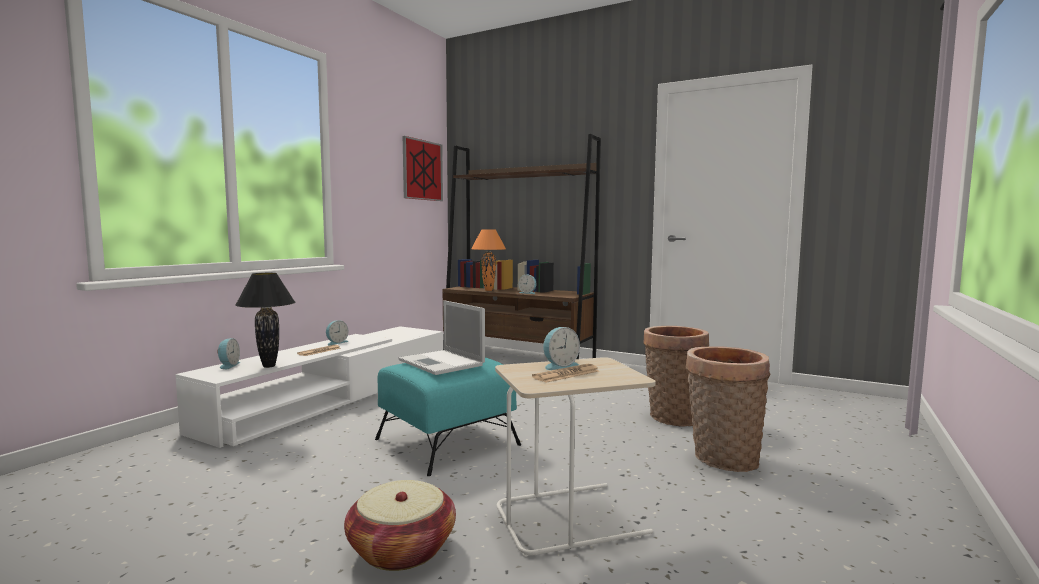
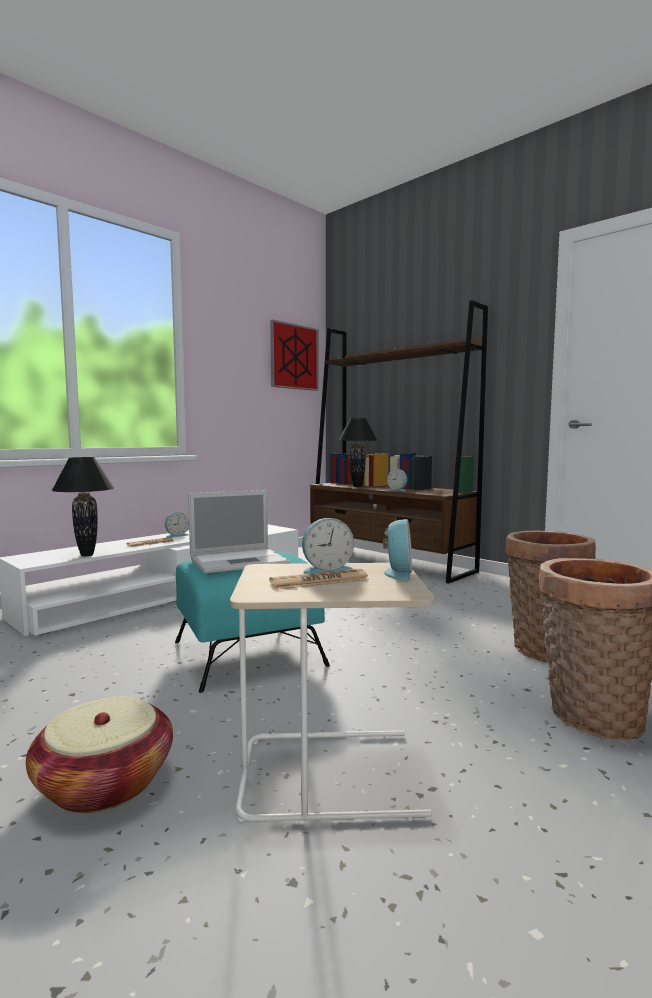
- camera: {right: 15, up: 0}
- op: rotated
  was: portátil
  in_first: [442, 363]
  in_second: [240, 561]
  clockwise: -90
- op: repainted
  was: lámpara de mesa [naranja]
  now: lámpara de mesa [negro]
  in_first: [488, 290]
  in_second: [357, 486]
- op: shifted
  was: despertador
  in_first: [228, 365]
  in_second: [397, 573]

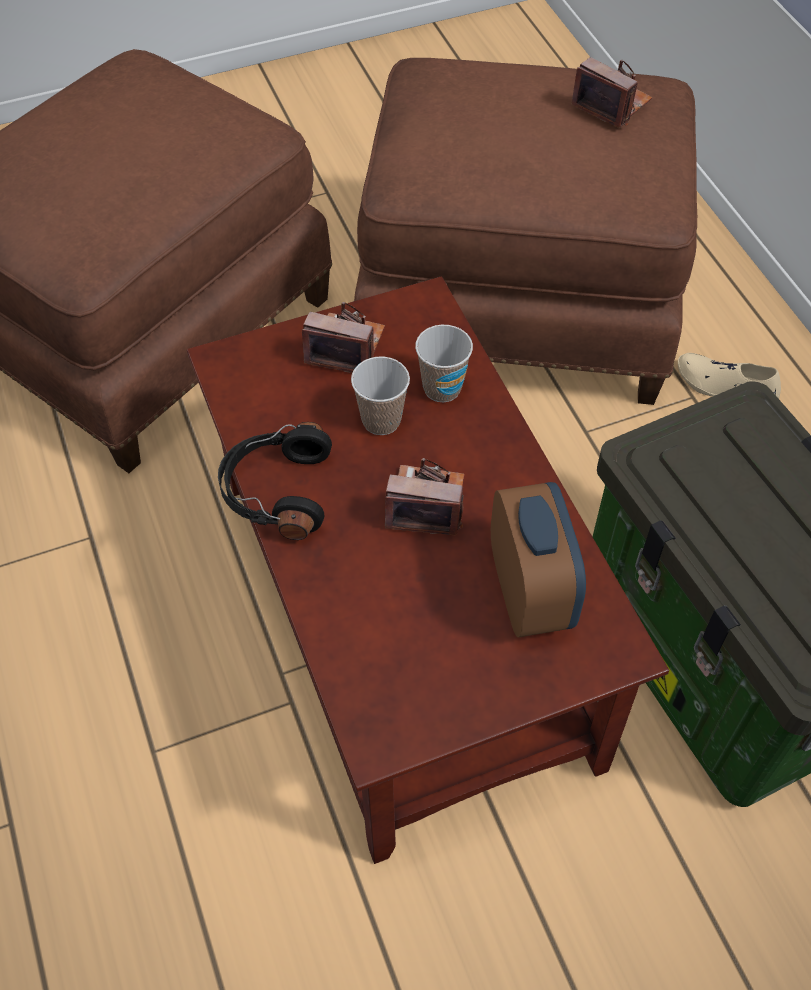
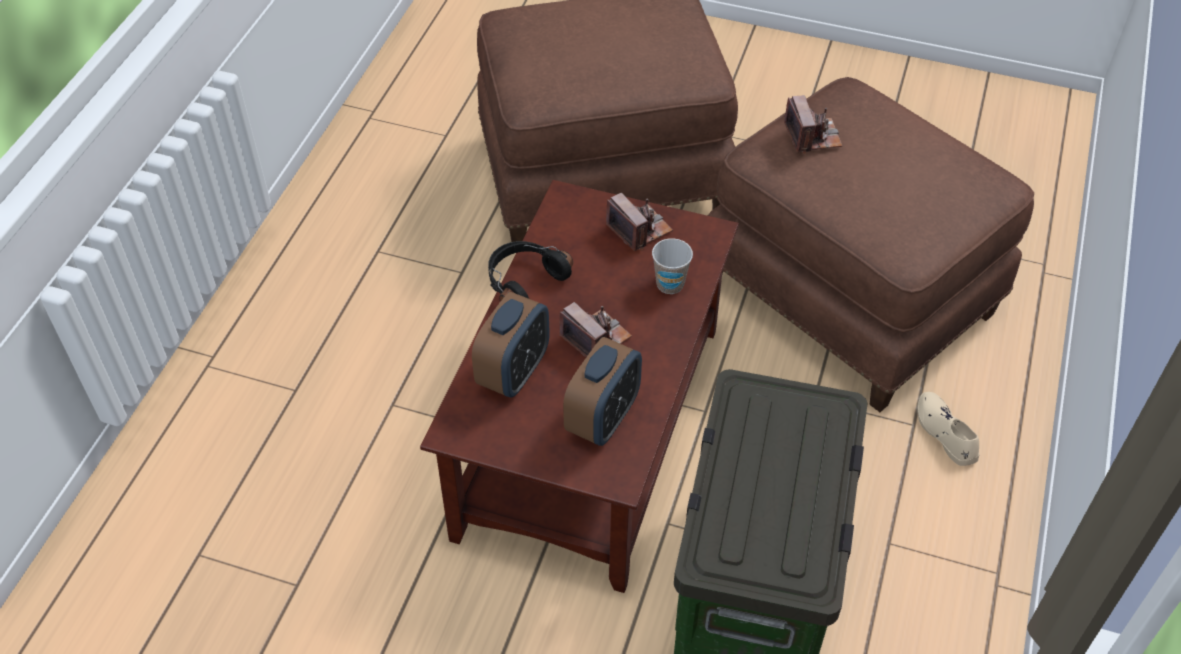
- camera: {right: 40, up: -5}
- op: new
  now: despertador
  in_second: [514, 372]
- op: shifted
  was: cámara
  in_first: [611, 104]
  in_second: [812, 136]
- op: gone
  was: taza
  in_first: [381, 420]

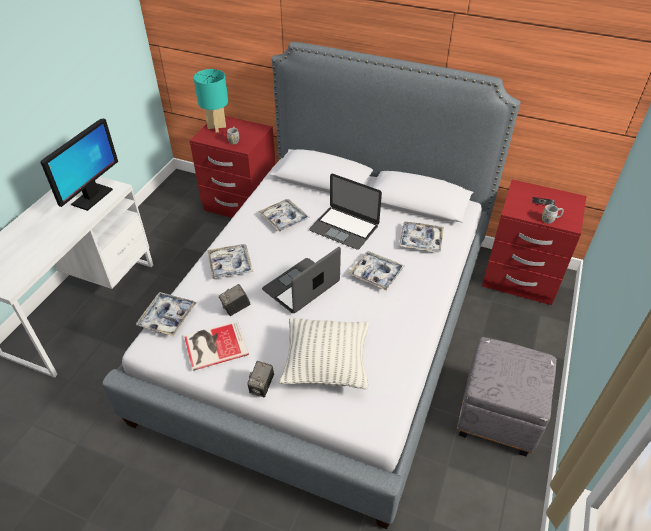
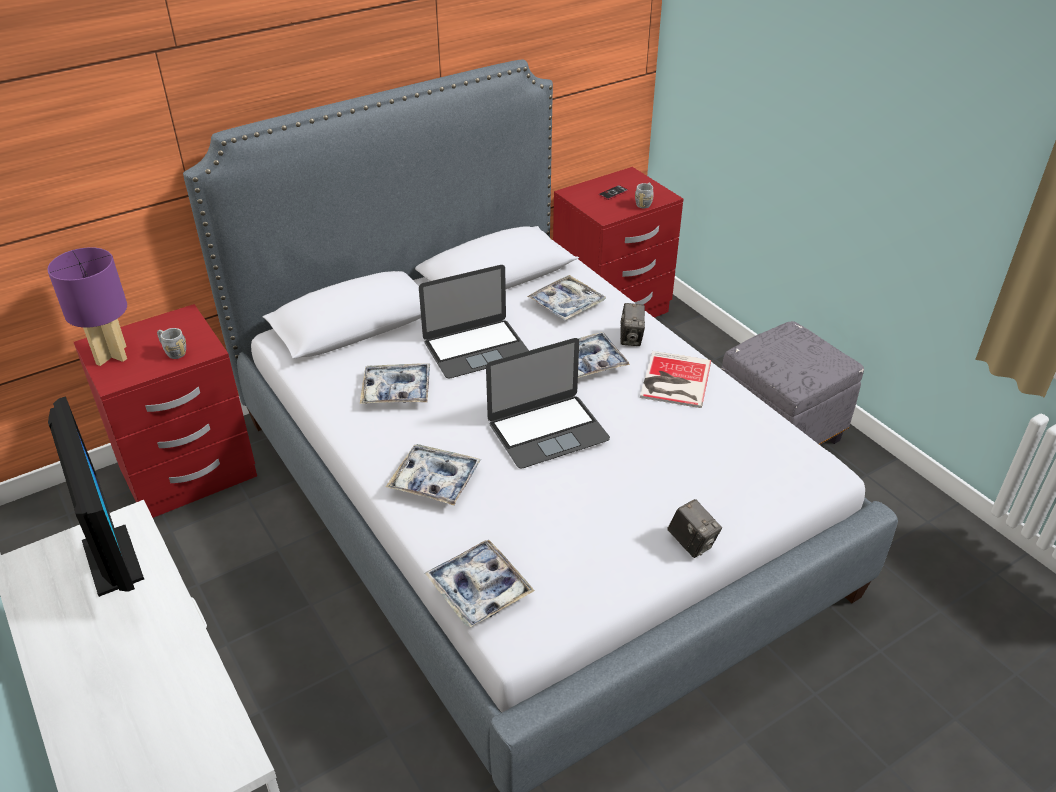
- camera: {right: -55, up: -5}
- op: repainted
  was: lámpara de mesa [turquesa]
  now: lámpara de mesa [morado]
  in_first: [216, 127]
  in_second: [110, 355]
- op: rotated
  was: portátil
  in_first: [301, 286]
  in_second: [548, 431]
  clockwise: -105
- op: shifted
  was: cámara
  in_first: [236, 308]
  in_second: [631, 338]
- op: shifted
  was: libro
  in_first: [214, 345]
  in_second: [673, 380]
- op: gone
  was: cojín
  in_first: [326, 365]

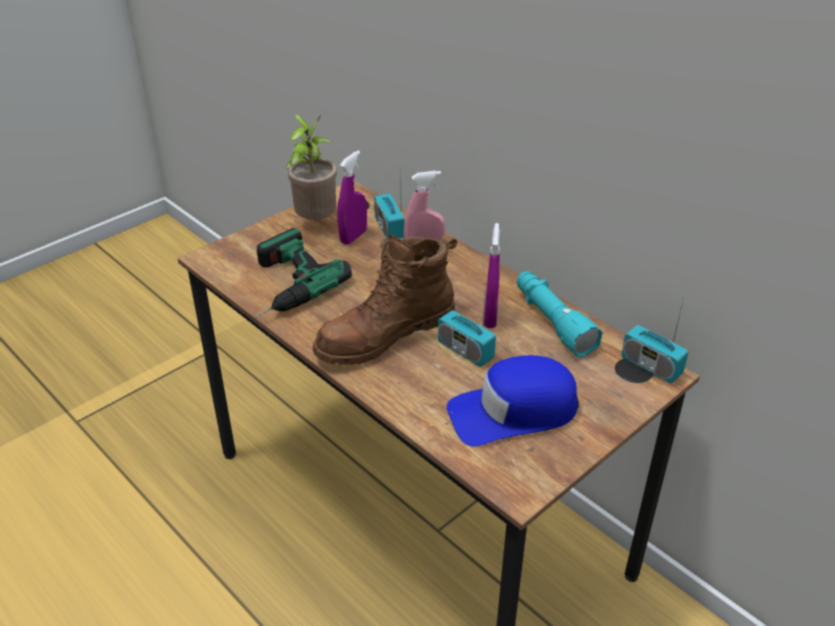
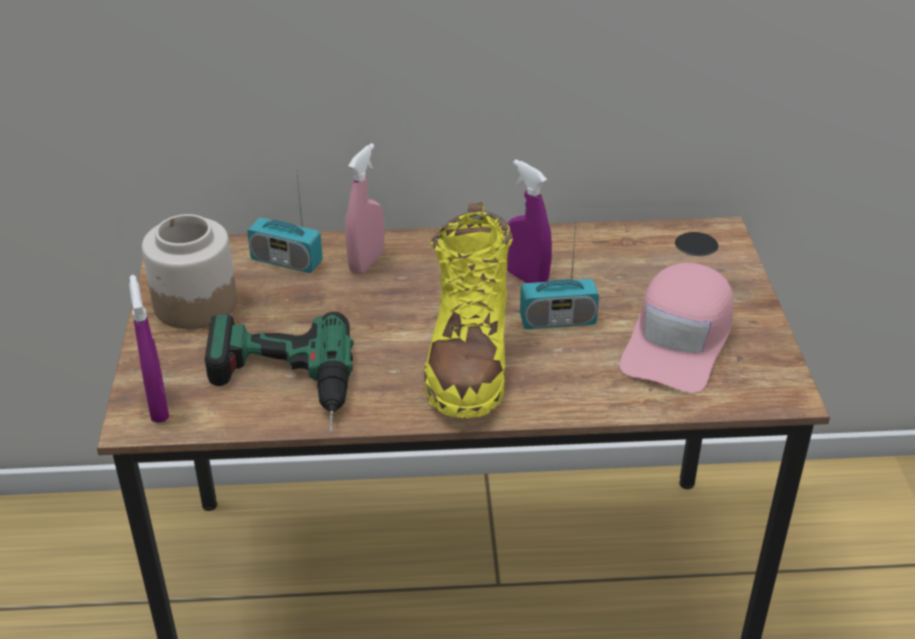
- camera: {right: -50, up: 0}
- op: shifted
  was: pulverizador [morado]
  in_first: [353, 237]
  in_second: [158, 406]
- op: swapped
  was: planta en maceta
  now: tarro
  in_first: [315, 222]
  in_second: [195, 303]
- op: repainted
  was: bota [marrón]
  now: bota [amarillo]
  in_first: [385, 335]
  in_second: [469, 358]
- op: repainted
  was: gorra [azul]
  now: gorra [rosa]
  in_first: [513, 412]
  in_second: [679, 340]
- op: gone
  was: linterna [turquesa]
  in_first: [552, 322]
- op: gone
  was: radio
  in_first: [651, 366]

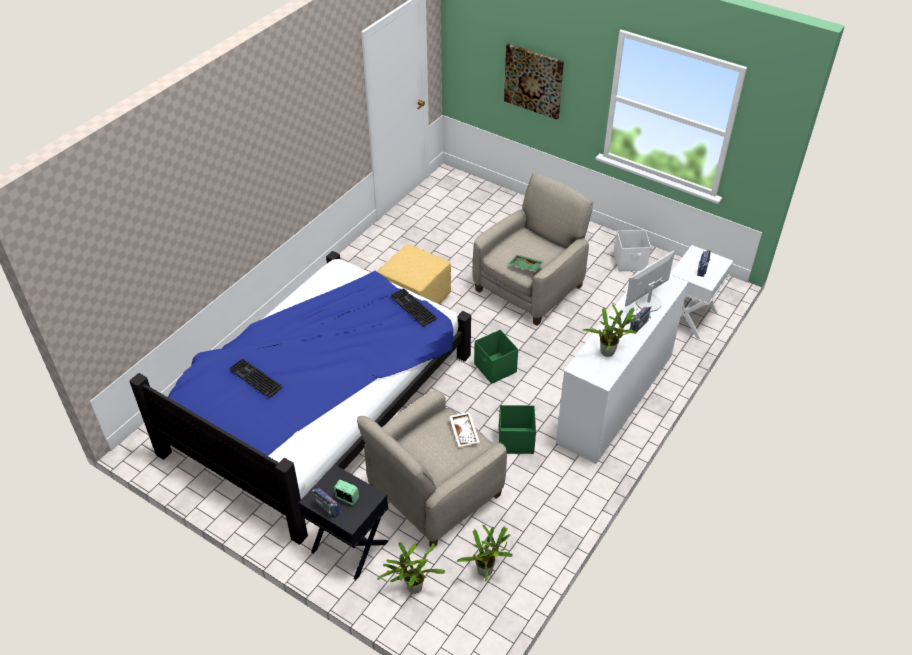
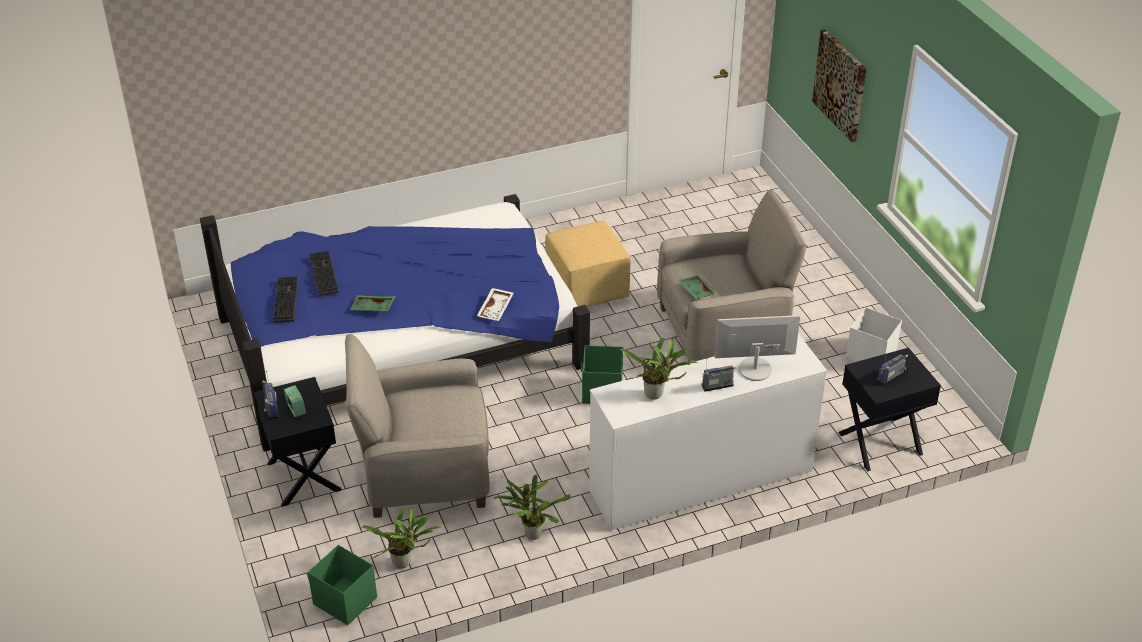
- camera: {right: 35, up: -5}
- op: shifted
  was: teclado
  in_first: [412, 308]
  in_second: [284, 300]
- op: shifted
  was: caja de almacenaje [verde]
  in_first: [515, 440]
  in_second: [345, 600]
- op: new
  now: bandeja [verde]
  in_second: [372, 308]
- op: shifted
  was: bandeja [blanco]
  in_first: [465, 432]
  in_second: [496, 309]
- op: shifted
  was: planta en maceta
  in_first: [412, 587]
  in_second: [531, 533]
- op: repainted
  was: mesita de noche [blanco]
  now: mesita de noche [negro]
  in_first: [690, 317]
  in_second: [880, 444]

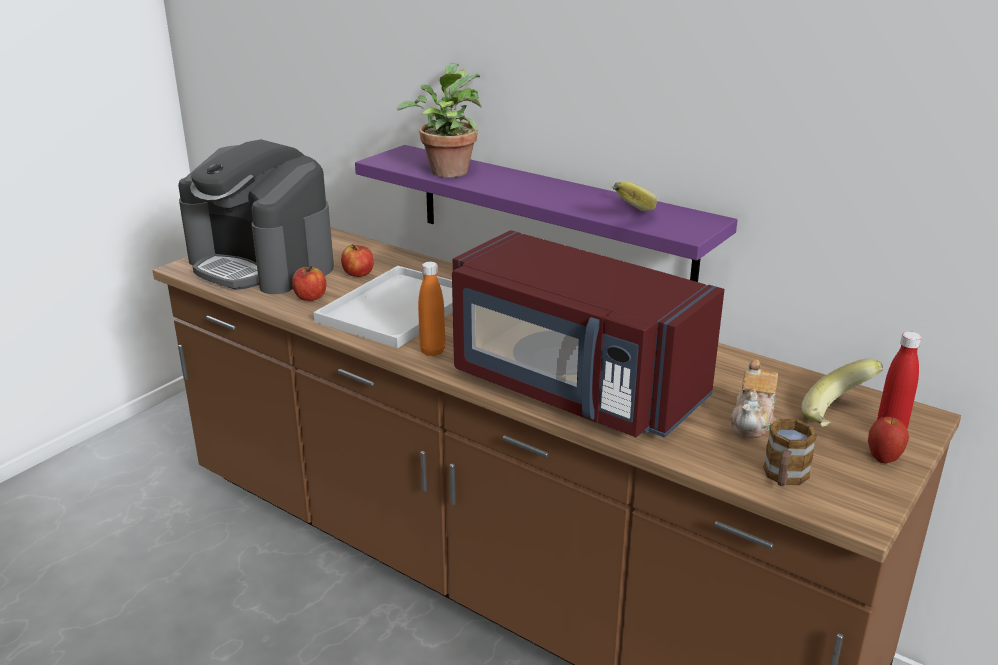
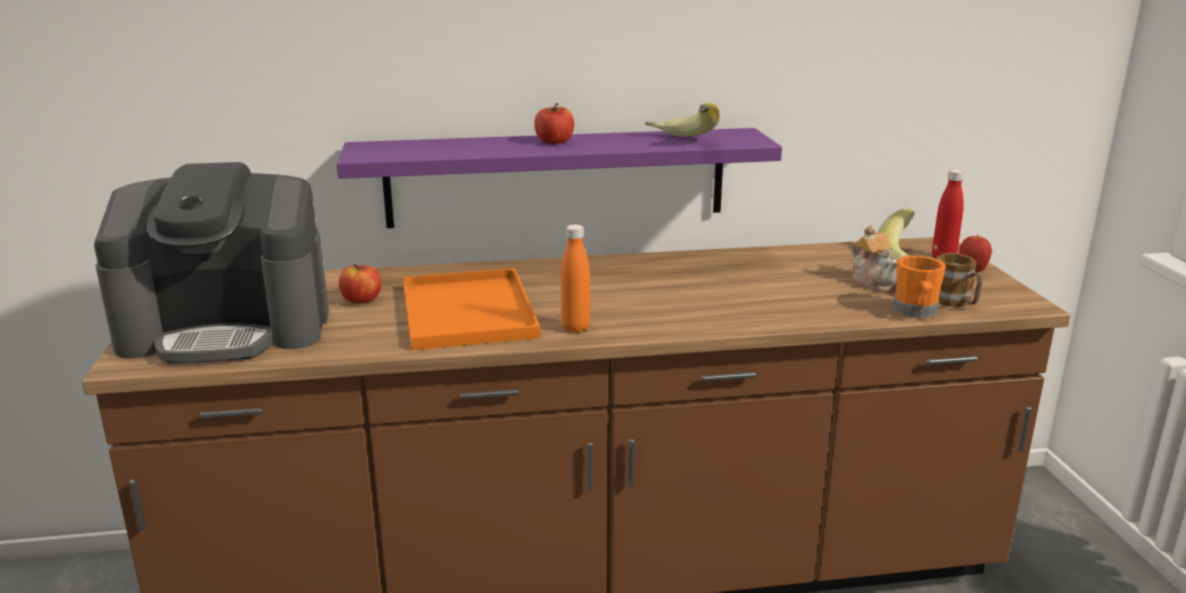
- camera: {right: -45, up: -5}
- op: repainted
  was: bandeja [blanco]
  now: bandeja [naranja]
  in_first: [397, 310]
  in_second: [470, 312]
- op: shifted
  was: manzana
  in_first: [310, 297]
  in_second: [554, 142]
- op: new
  now: taza grande [naranja]
  in_second: [916, 312]
- op: gone
  was: planta en maceta
  in_first: [448, 170]
- op: gone
  was: microondas [rojo]
  in_first: [573, 388]

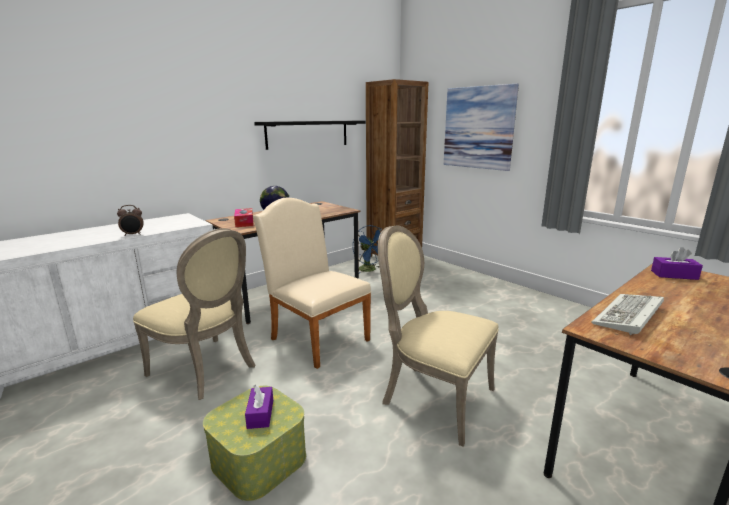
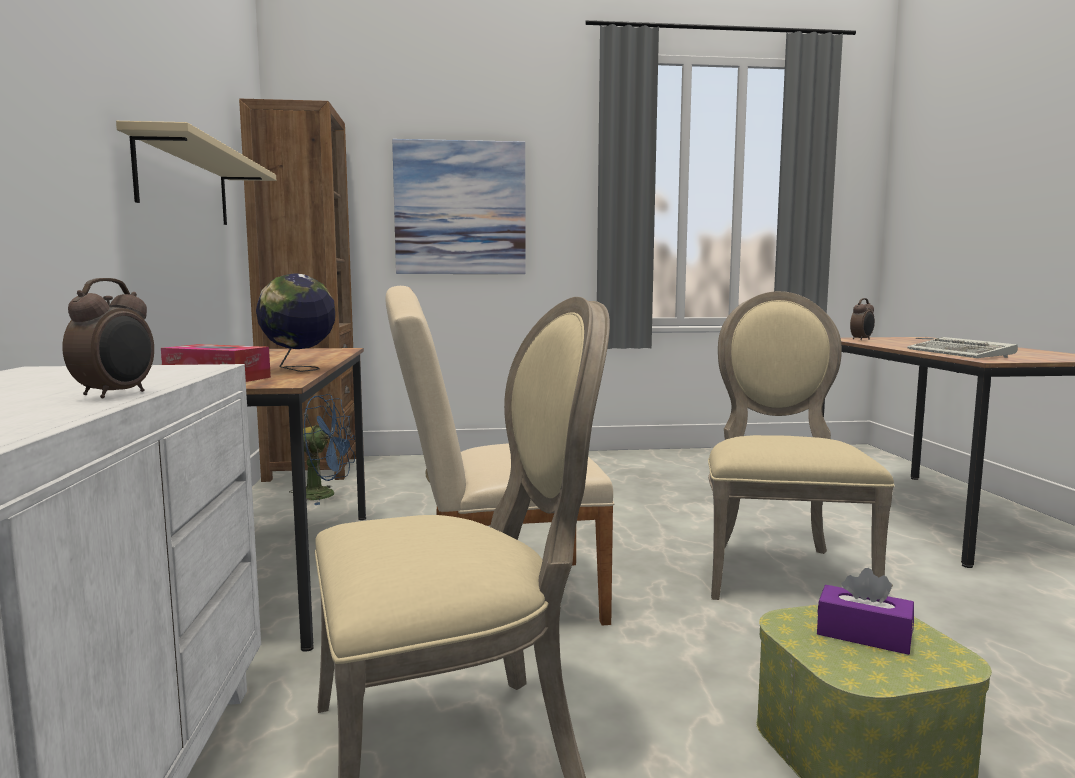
- camera: {right: -55, up: -10}
- op: repainted
  was: estante [negro]
  now: estante [beis]
  in_first: [308, 134]
  in_second: [185, 184]
- op: rotated
  was: silla [beis]
  in_first: [433, 397]
  in_second: [780, 570]
  clockwise: 120
- op: swapped
  was: caja de pañuelos [morado]
  now: despertador
  in_first: [674, 275]
  in_second: [862, 339]

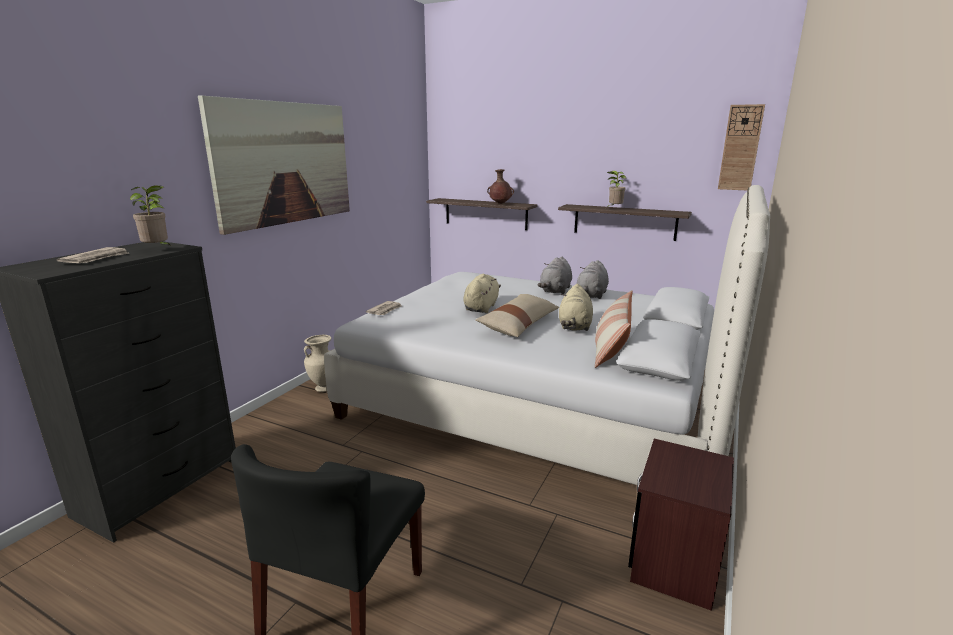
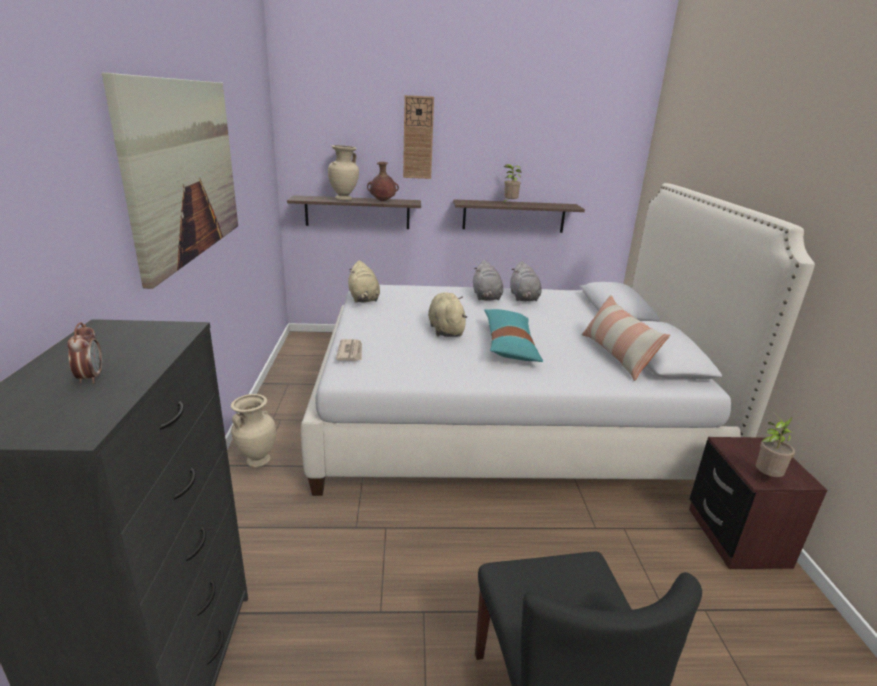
- camera: {right: -30, up: 5}
- op: swapped
  was: periódico
  now: despertador
  in_first: [96, 258]
  in_second: [90, 378]
- op: new
  now: florero [beis]
  in_second: [344, 199]
- op: shifted
  was: peluche [beis]
  in_first: [574, 326]
  in_second: [363, 299]
- op: shifted
  was: reloj de pared
  in_first: [740, 148]
  in_second: [418, 138]
- op: repainted
  was: cojín [beis]
  now: cojín [turquesa]
  in_first: [519, 325]
  in_second: [509, 345]
- op: shifted
  was: planta en maceta
  in_first: [158, 250]
  in_second: [765, 477]

